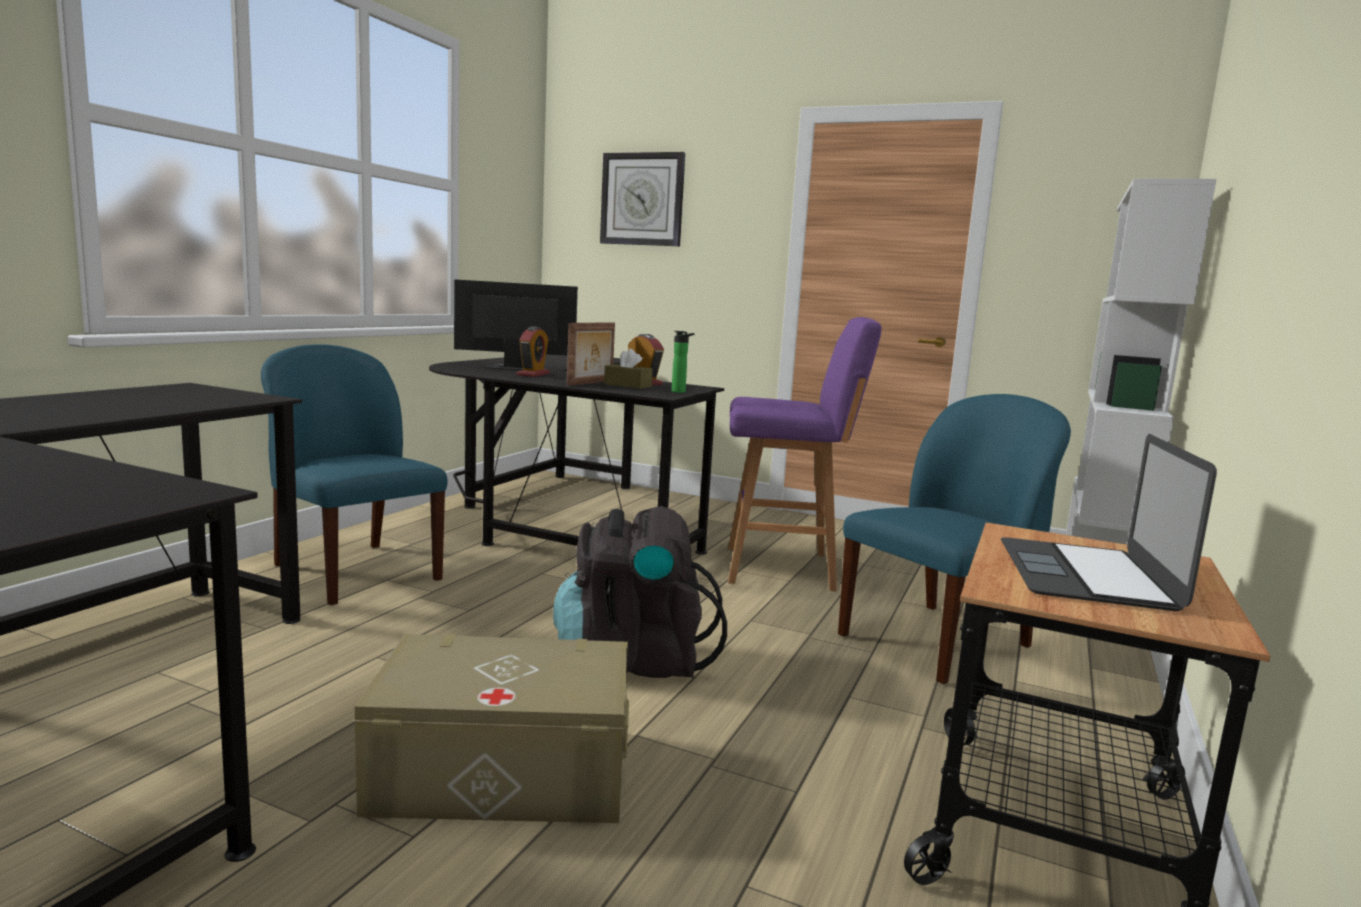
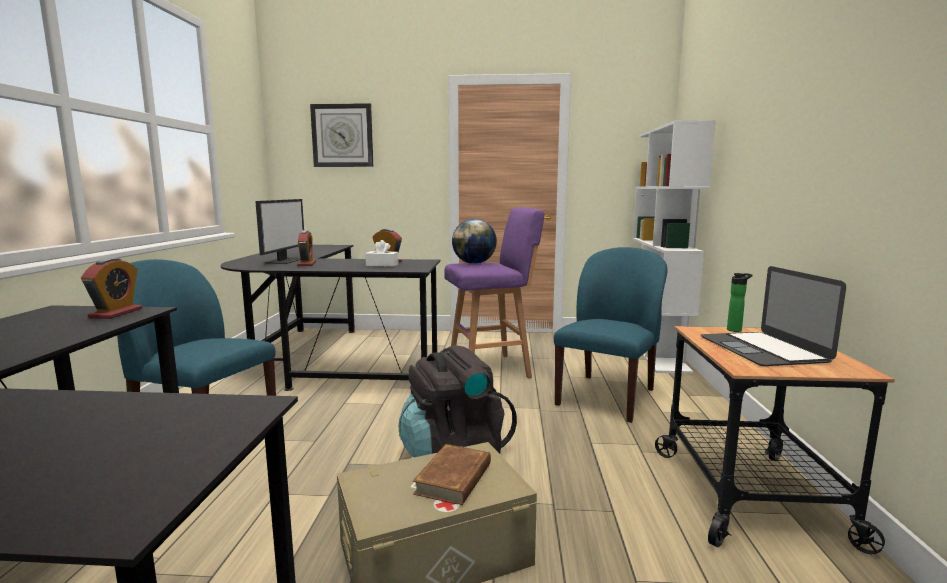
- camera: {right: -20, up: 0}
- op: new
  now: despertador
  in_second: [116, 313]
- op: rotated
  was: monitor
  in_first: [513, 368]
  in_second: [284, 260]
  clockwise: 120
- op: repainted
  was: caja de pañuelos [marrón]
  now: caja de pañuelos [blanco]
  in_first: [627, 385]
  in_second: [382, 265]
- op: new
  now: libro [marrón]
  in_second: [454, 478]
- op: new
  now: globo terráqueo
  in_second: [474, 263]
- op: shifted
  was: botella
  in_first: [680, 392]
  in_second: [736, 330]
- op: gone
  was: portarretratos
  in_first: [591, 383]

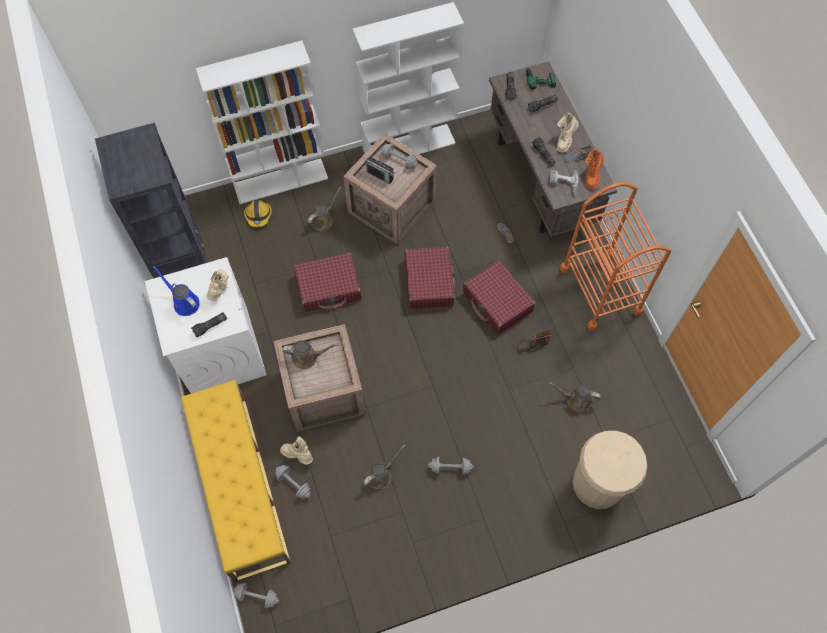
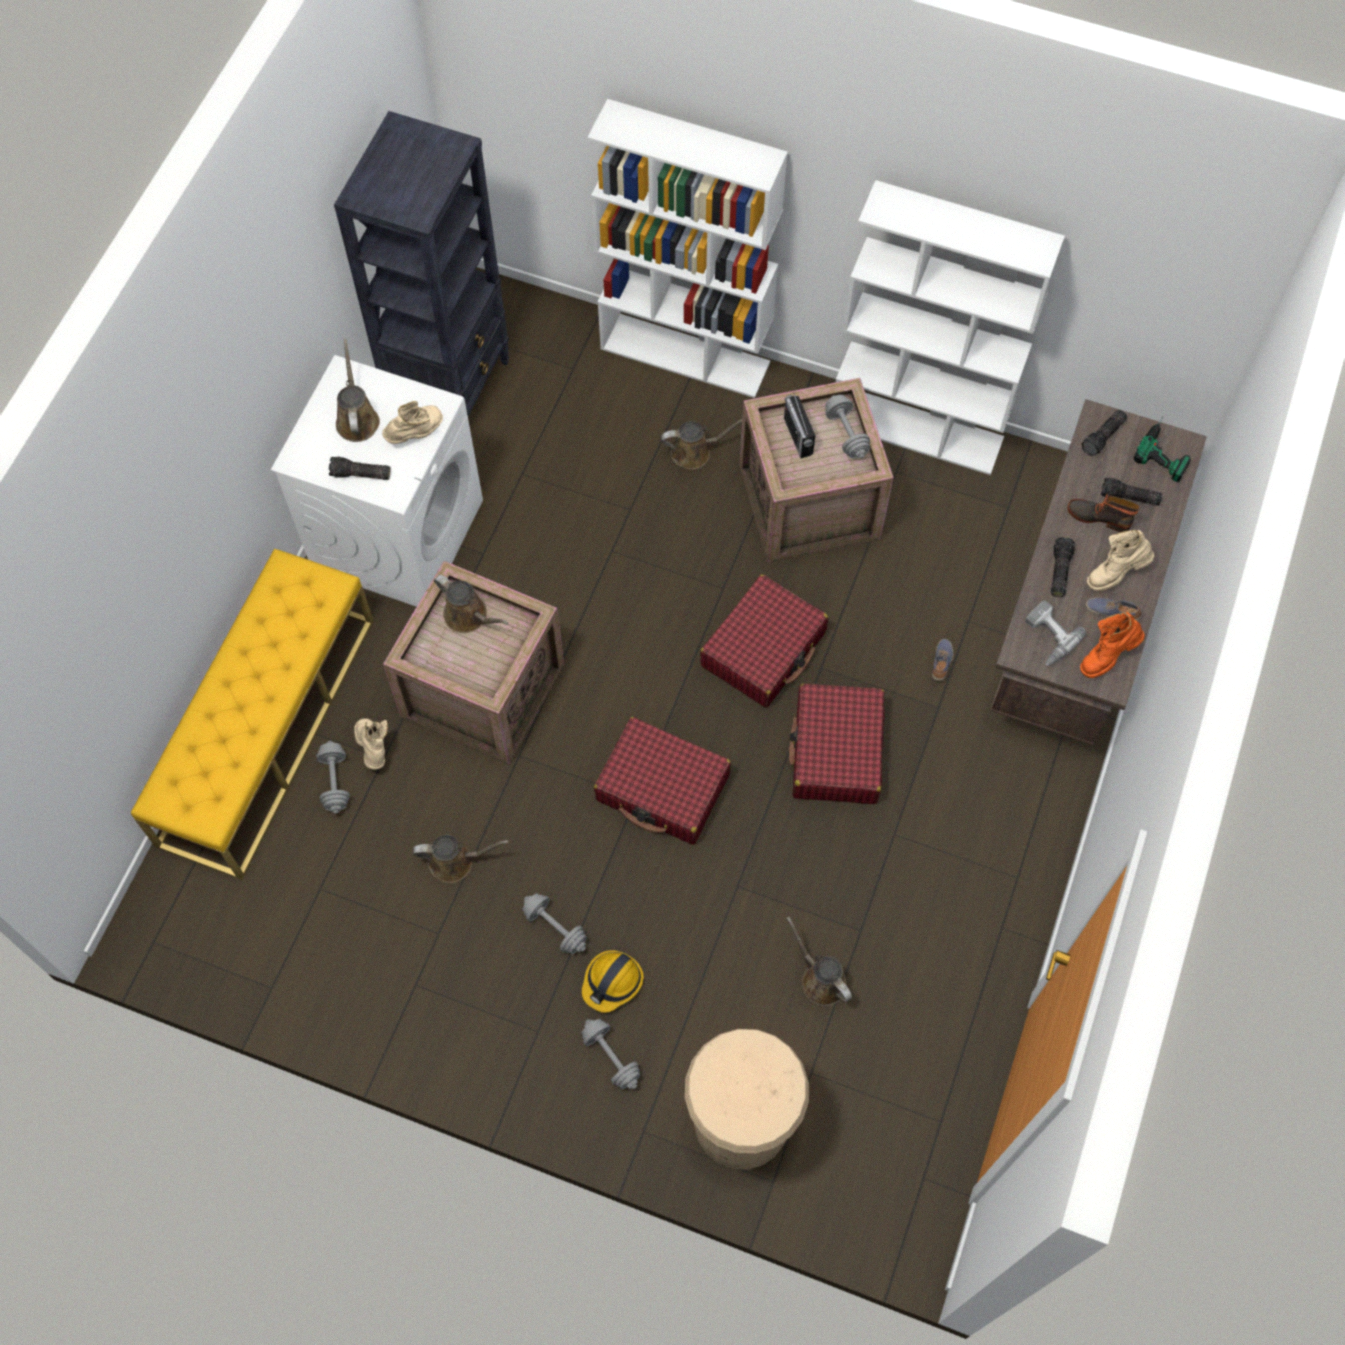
- camera: {right: 40, up: 0}
- op: repainted
  was: regadera [azul]
  now: regadera [marrón]
  in_first: [184, 302]
  in_second: [357, 418]
- op: shifted
  was: mancuerna [gris]
  in_first: [257, 596]
  in_second: [611, 1057]
- op: shifted
  was: casco
  in_first: [258, 215]
  in_second: [612, 982]
- op: shifted
  was: maleta [rojo]
  in_first: [329, 287]
  in_second: [663, 788]
- op: shifted
  was: bota
  in_first: [532, 343]
  in_second: [1098, 516]
- op: gone
  was: carrito [naranja]
  in_first: [600, 290]

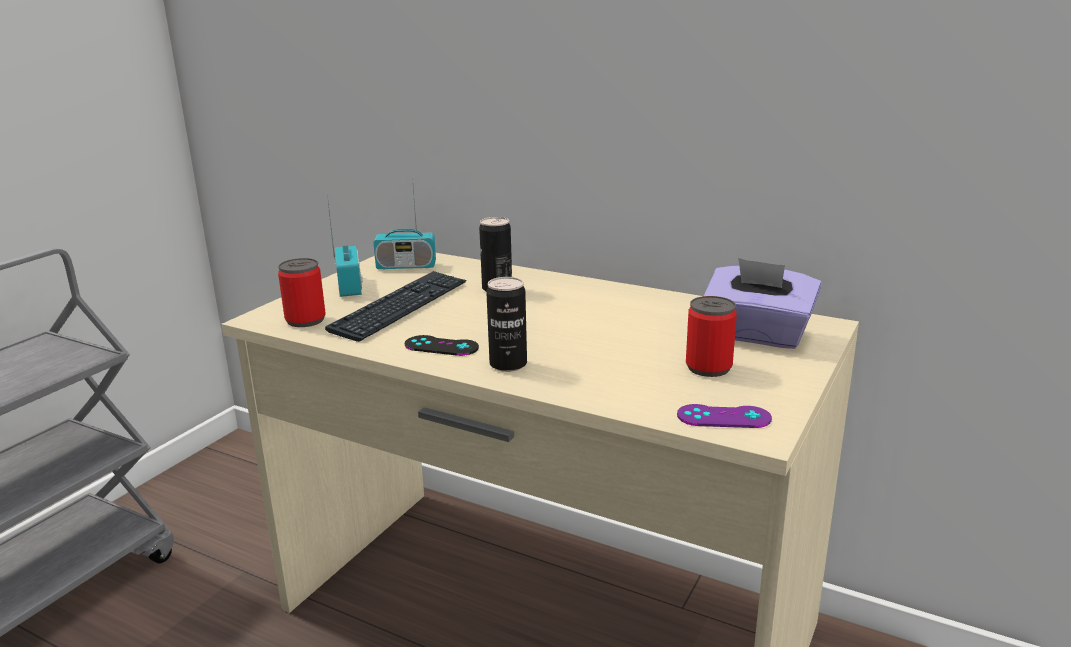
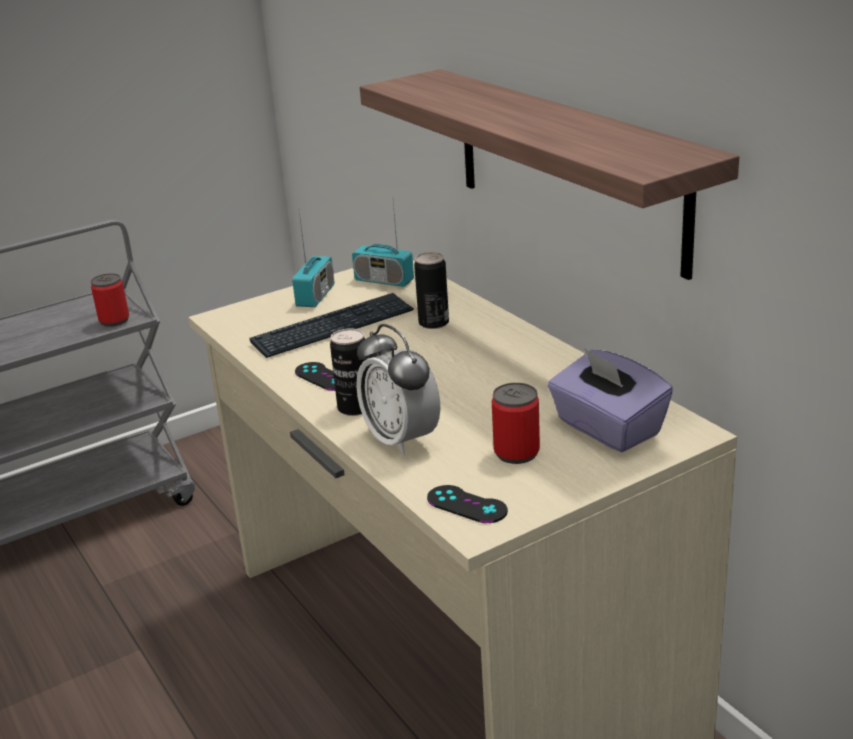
- camera: {right: 30, up: 5}
- op: shifted
  was: lata
  in_first: [305, 320]
  in_second: [114, 320]
- op: new
  now: despertador
  in_second: [401, 440]
- op: new
  now: estante
  in_second: [567, 167]
- op: repainted
  was: mando de consola [morado]
  now: mando de consola [negro]
  in_first: [723, 417]
  in_second: [467, 505]

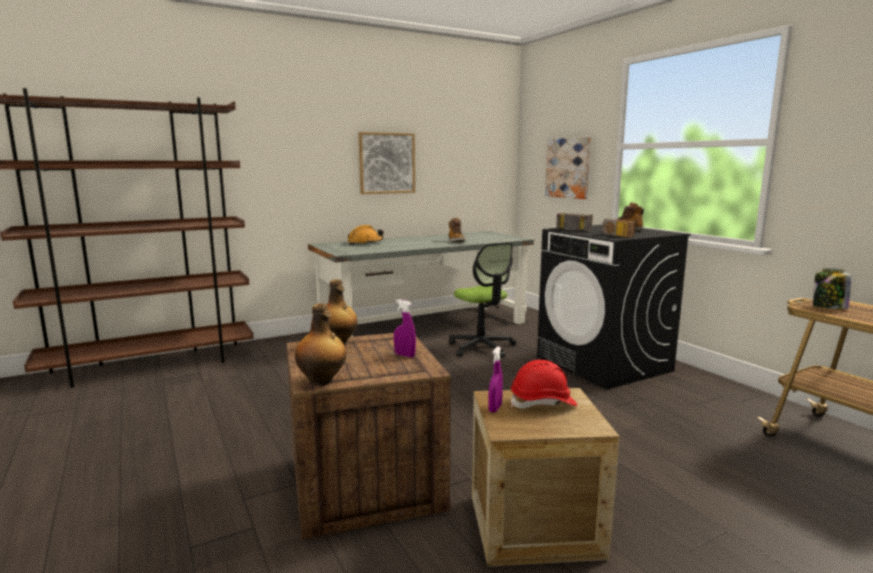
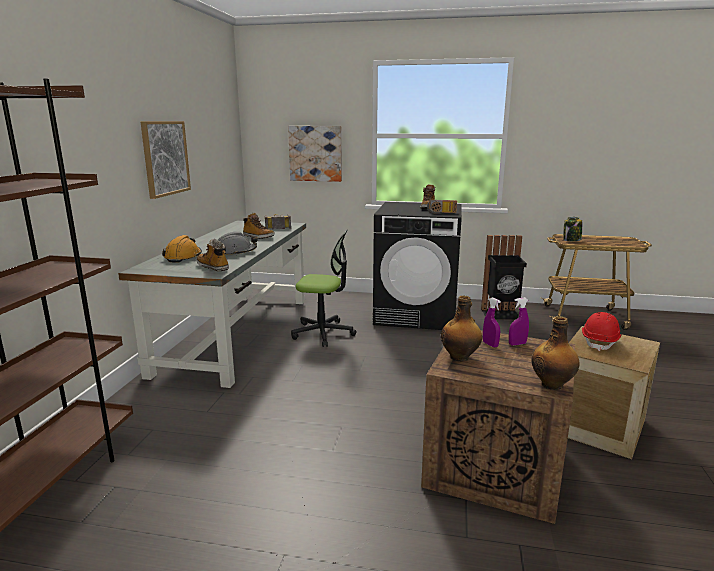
- camera: {right: -50, up: 5}
- op: new
  now: bota
  in_second: [213, 267]
- op: new
  now: casco [gris]
  in_second: [235, 252]
- op: shifted
  was: martillo
  in_first: [581, 228]
  in_second: [277, 225]
- op: new
  now: papelera [negro]
  in_second: [501, 314]
- op: shifted
  was: pulverizador [morado]
  in_first: [495, 408]
  in_second: [490, 344]

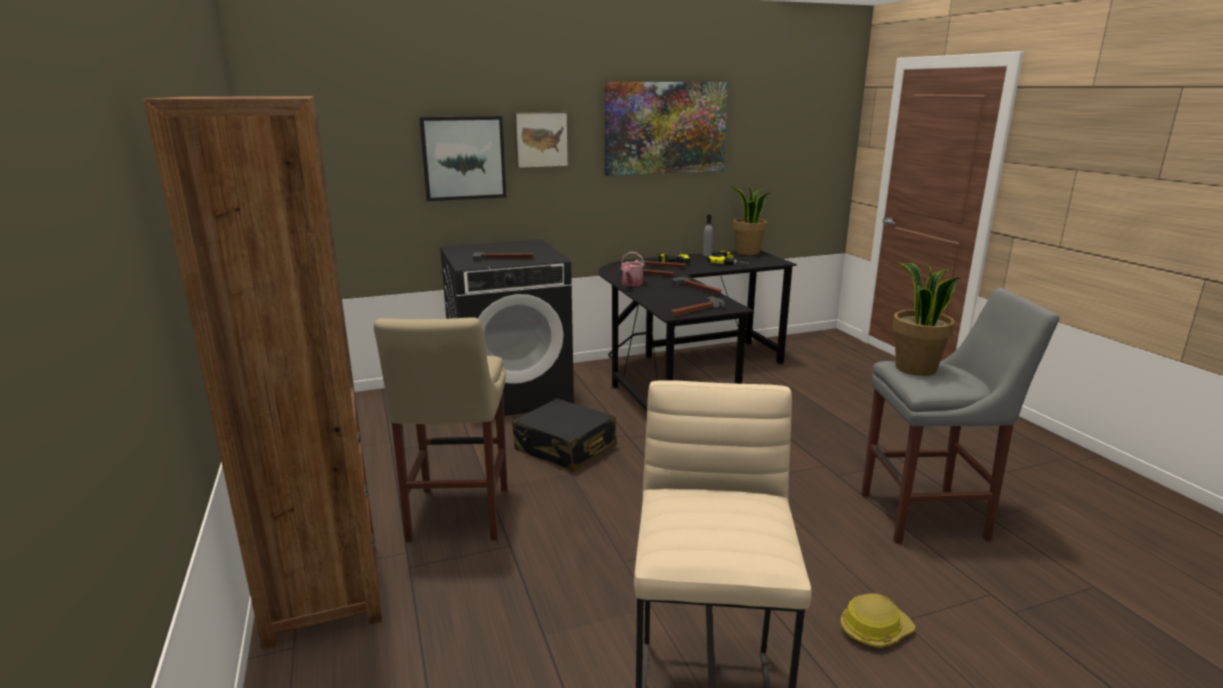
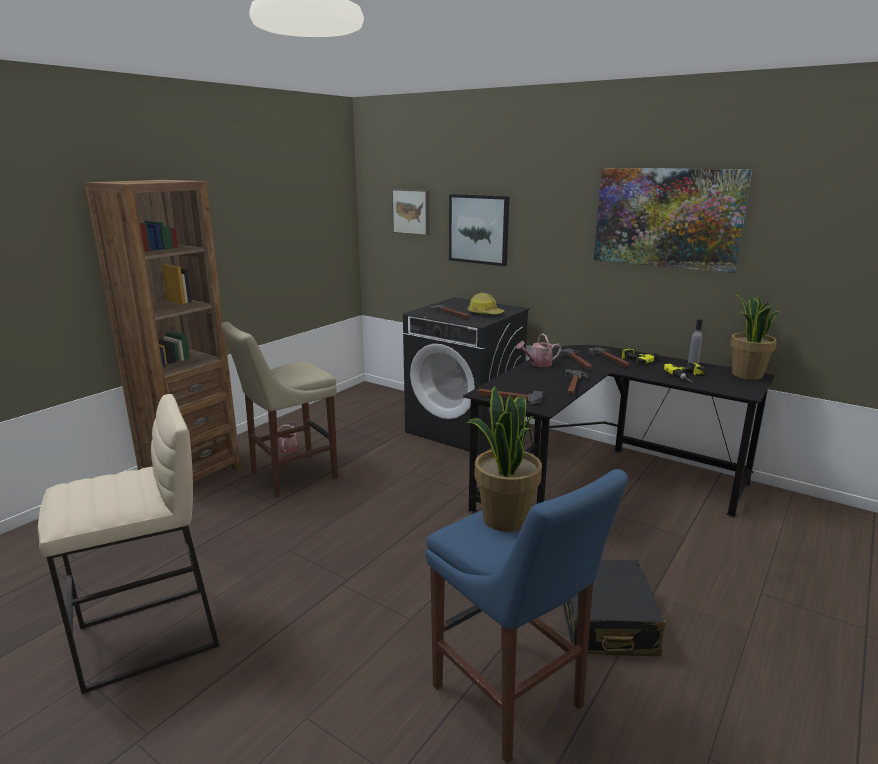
- camera: {right: 55, up: 0}
- op: new
  now: regadera
  in_second: [289, 448]
- op: shifted
  was: cuadro
  in_first: [541, 139]
  in_second: [412, 211]
- op: repainted
  was: taburete [gris]
  now: taburete [azul]
  in_first: [929, 516]
  in_second: [511, 701]
- op: shifted
  was: casco
  in_first: [874, 630]
  in_second: [485, 313]
- op: shifted
  was: maleta [negro]
  in_first: [565, 448]
  in_second: [605, 622]

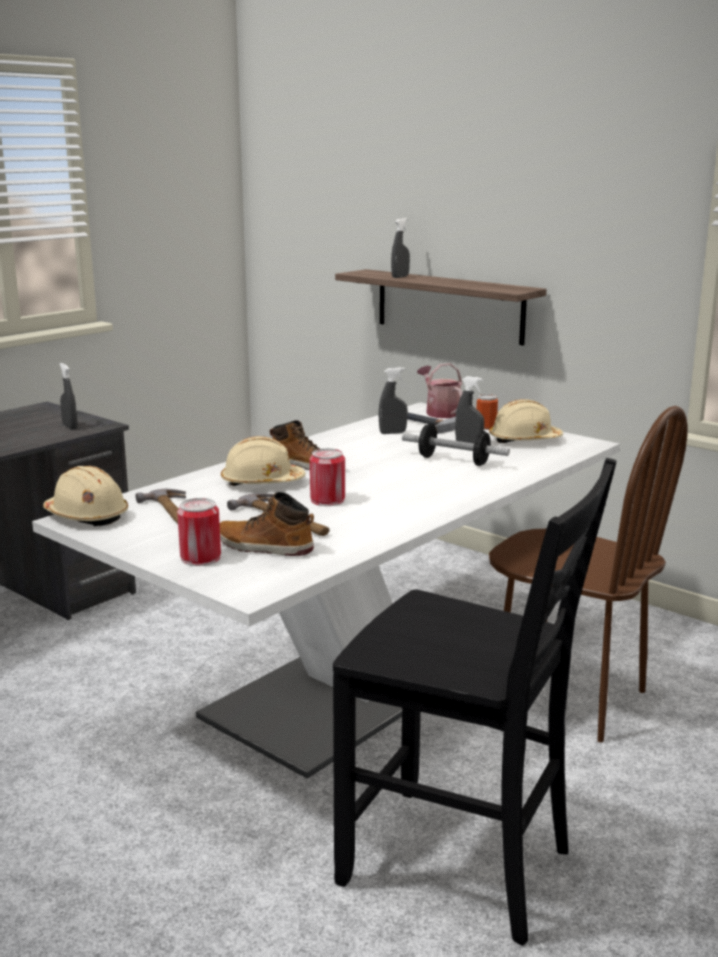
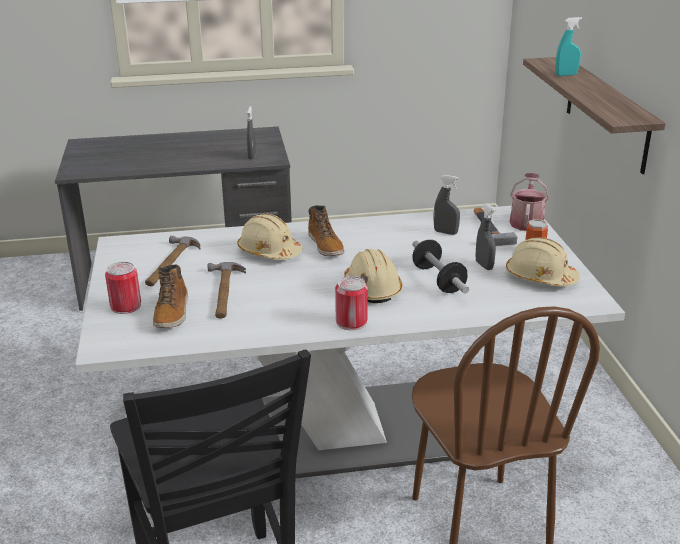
- camera: {right: 40, up: 10}
- op: rotated
  was: bota
  in_first: [263, 547]
  in_second: [172, 312]
  clockwise: -150
- op: shifted
  was: lata
  in_first: [327, 500]
  in_second: [351, 322]
- op: shifted
  was: casco [beis]
  in_first: [87, 516]
  in_second: [372, 289]
- op: repainted
  was: pulverizador [gris]
  now: pulverizador [turquesa]
  in_first: [400, 277]
  in_second: [566, 75]

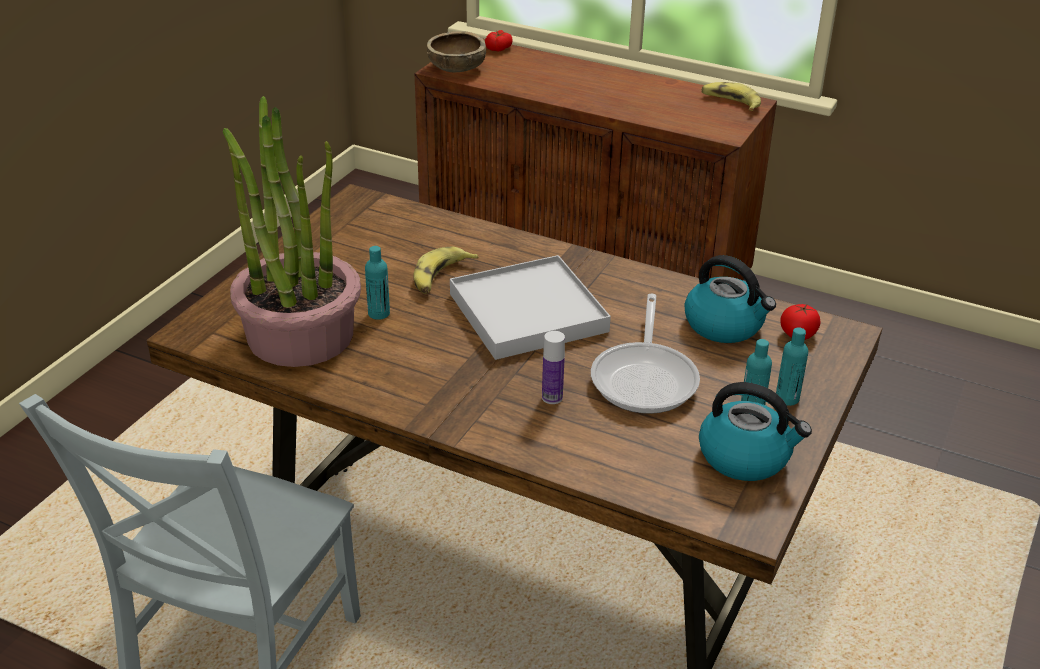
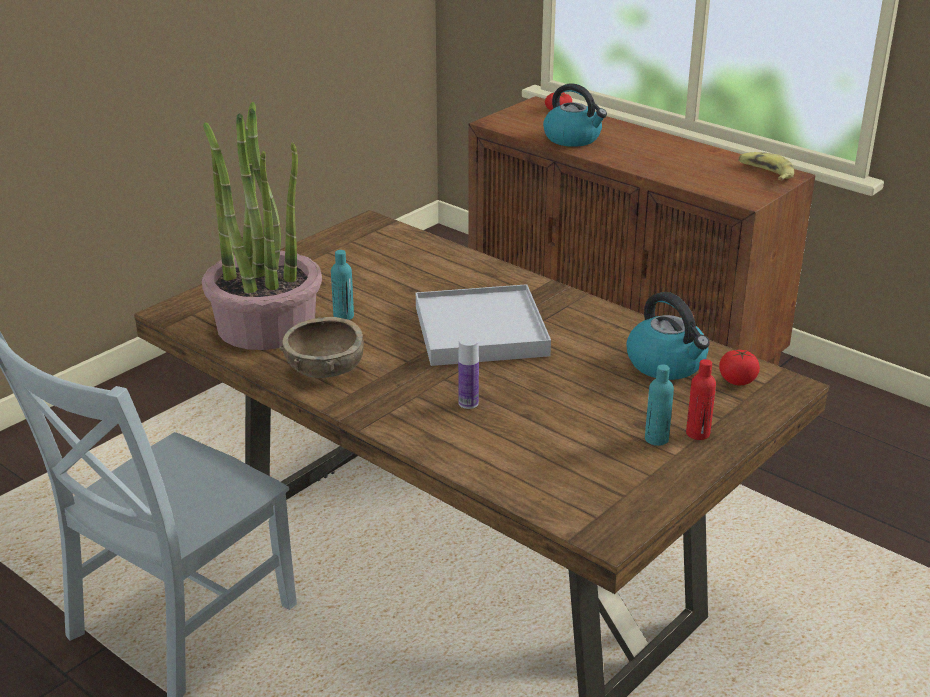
- camera: {right: 15, up: -5}
- op: shifted
  was: cuenco [marrón]
  in_first: [456, 68]
  in_second: [325, 368]
- op: shifted
  was: hervidor
  in_first: [745, 457]
  in_second: [573, 138]
- op: repainted
  was: botella [turquesa]
  now: botella [rojo]
  in_first: [787, 398]
  in_second: [698, 433]
- op: gone
  was: plátano
  in_first: [441, 277]
- op: gone
  was: sartén
  in_first: [645, 378]

